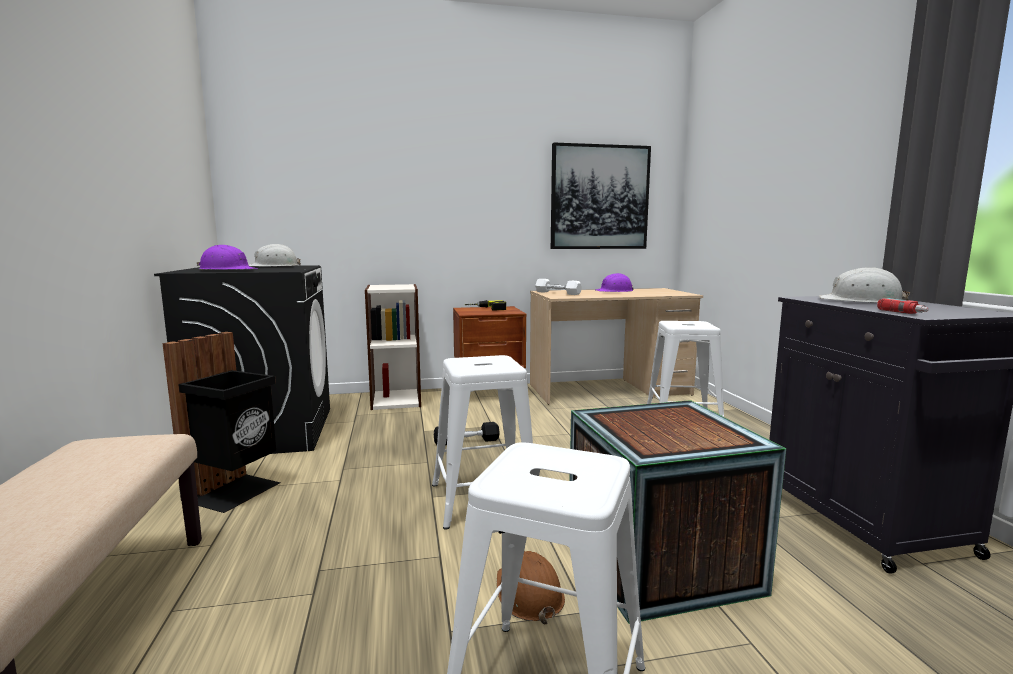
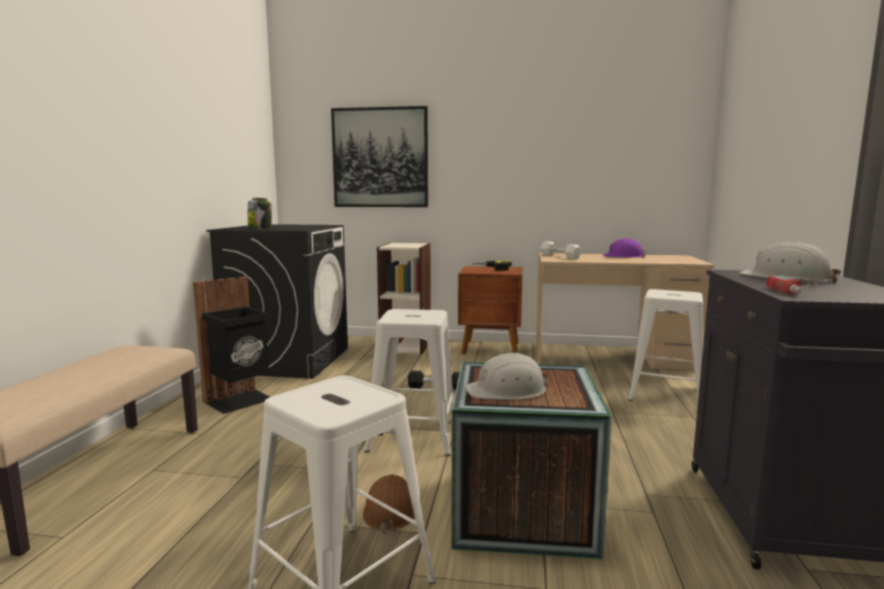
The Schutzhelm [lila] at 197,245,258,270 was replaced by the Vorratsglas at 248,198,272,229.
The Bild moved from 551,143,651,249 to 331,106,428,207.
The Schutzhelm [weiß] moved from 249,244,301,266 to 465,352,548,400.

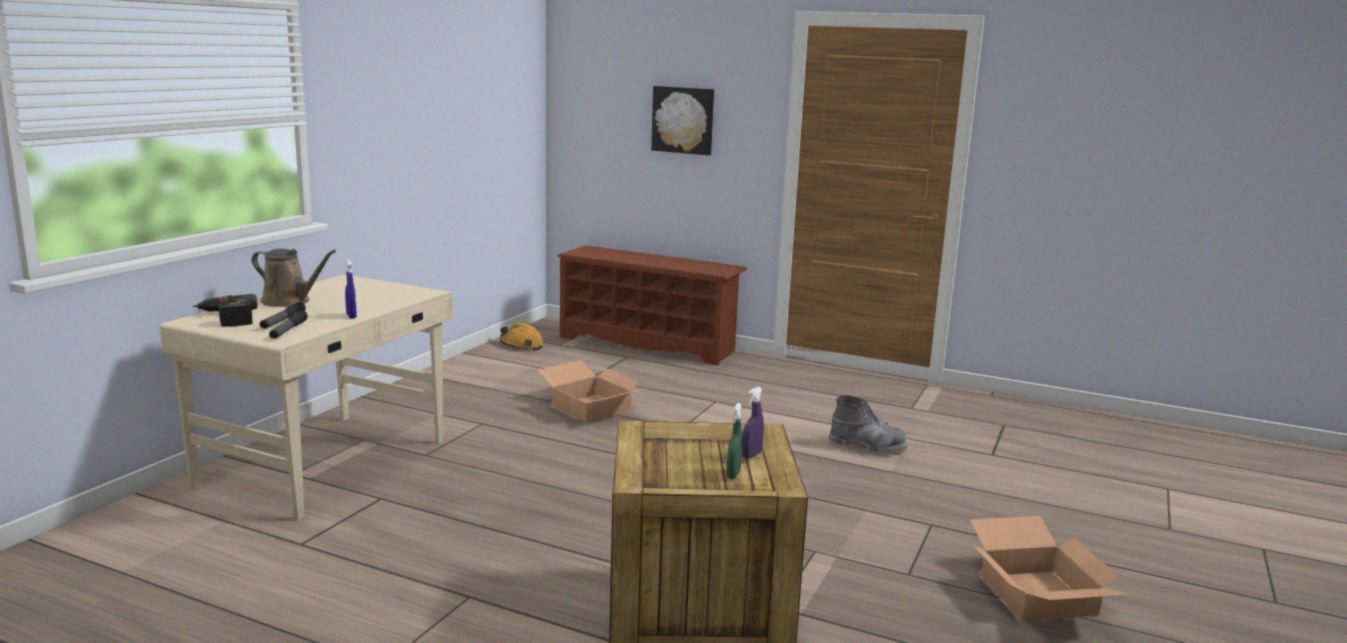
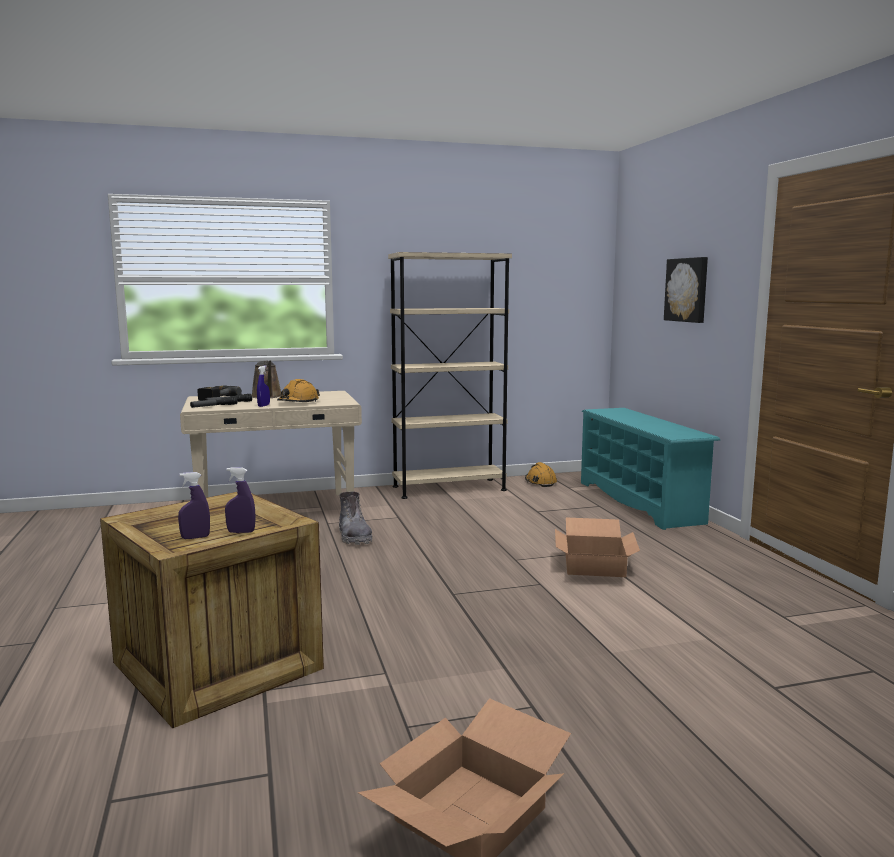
The Sprühflasche [grün] at 727,403,742,479 became the Sprühflasche [lila] at 178,472,210,539.
The Schutzhelm [orange] at 277,379,320,402 appeared.
The Stiefel [grau] moved from 829,395,907,455 to 339,491,372,545.
The Bücherregal [beige] at 388,252,512,499 appeared.
The Karton moved from 538,360,647,423 to 555,517,640,577.
The Schuhregal [braun] at 557,245,747,365 became the Schuhregal [türkis] at 581,408,720,530.

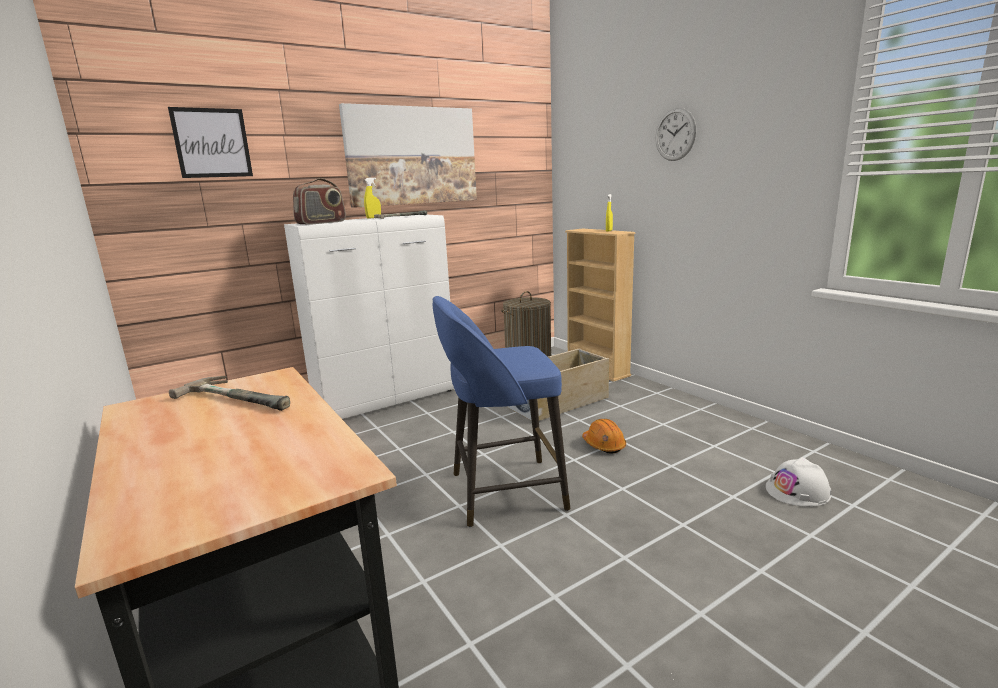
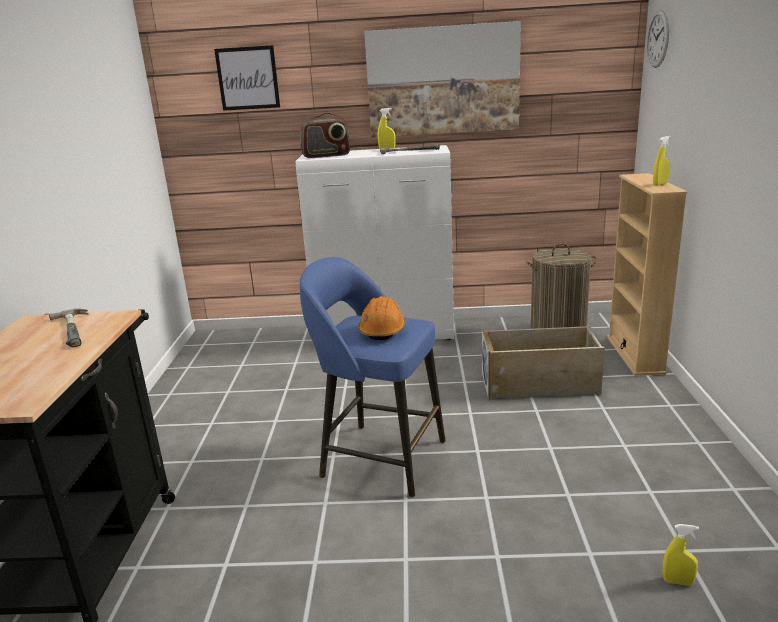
The Schutzhelm [orange] moved from 582,419,626,454 to 358,296,406,340.
The Wanduhr moved from 655,108,697,161 to 647,10,669,68.
The Schutzhelm [weiß] at 766,457,831,507 was replaced by the Sprühflasche [gelb] at 662,524,699,586.

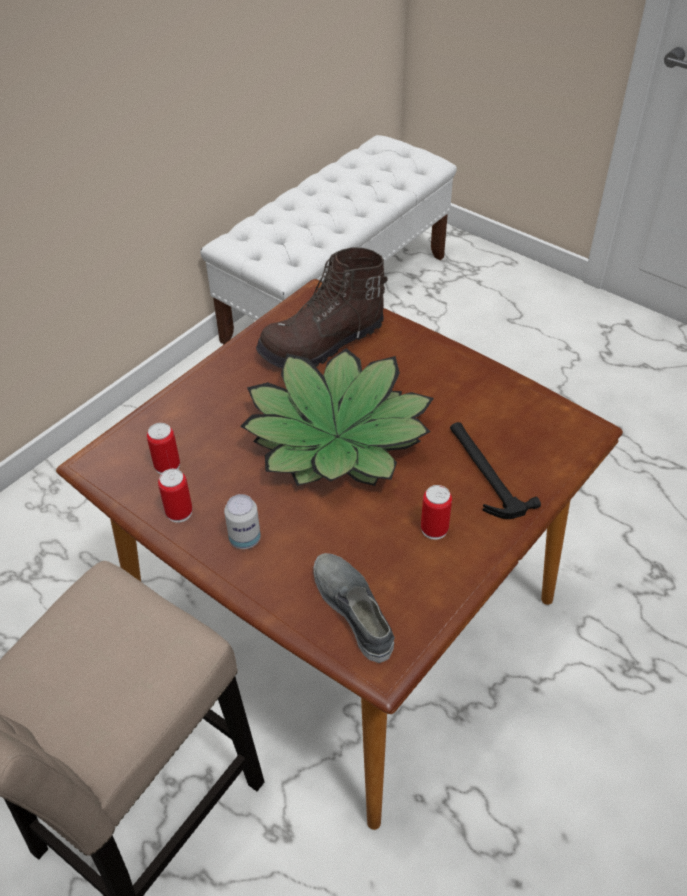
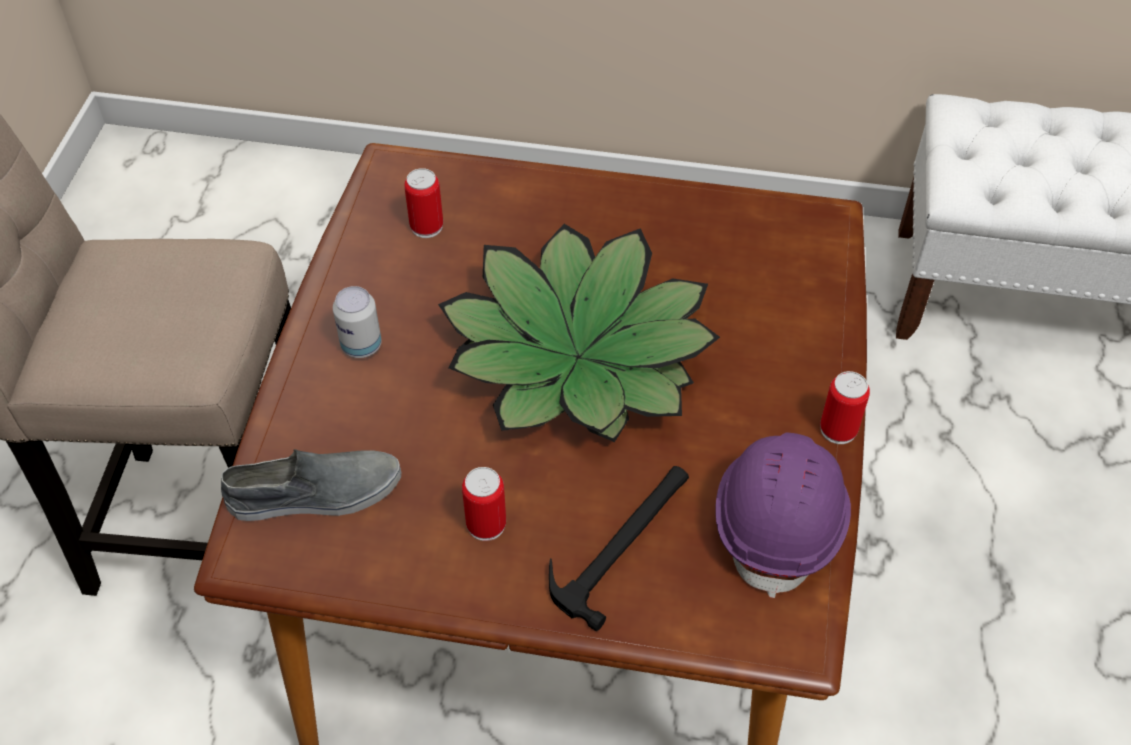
The Schuh [grau] at 313,553,395,663 turned 45 degrees clockwise.
The Schutzhelm [lila] at 715,433,851,598 appeared.
The Dose moved from 158,469,193,523 to 820,371,870,444.
The Stiefel [braun] at 256,247,388,368 disappeared.

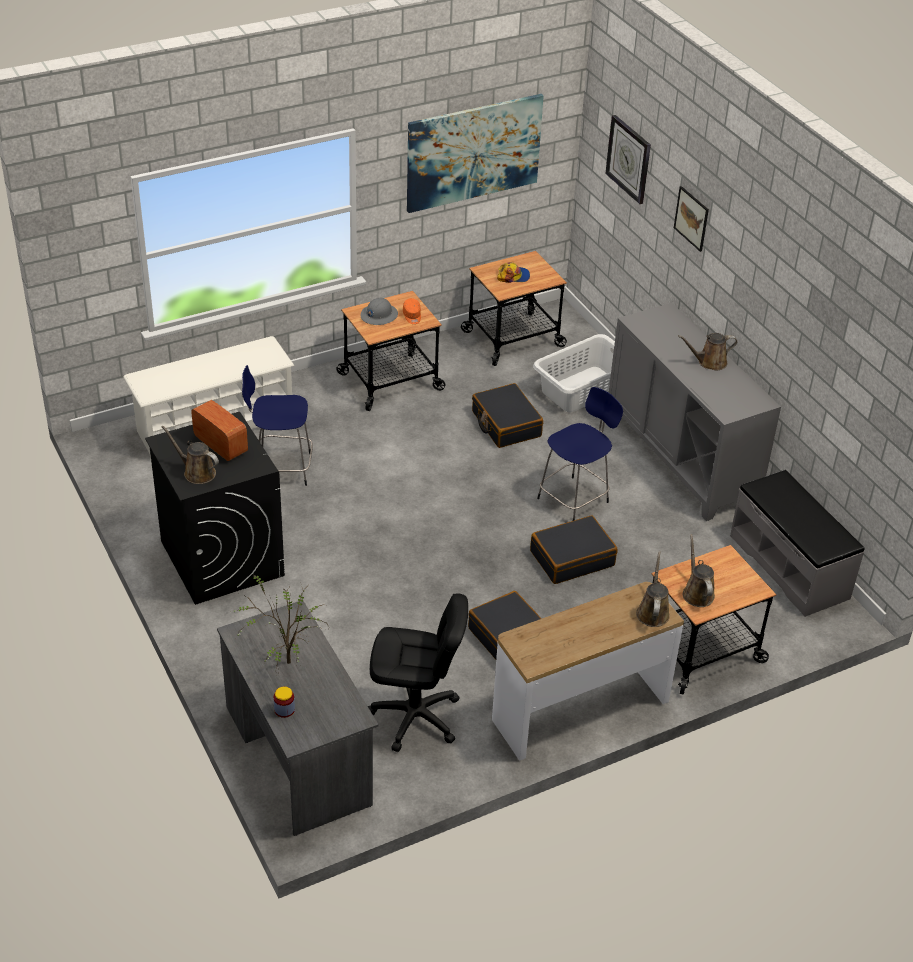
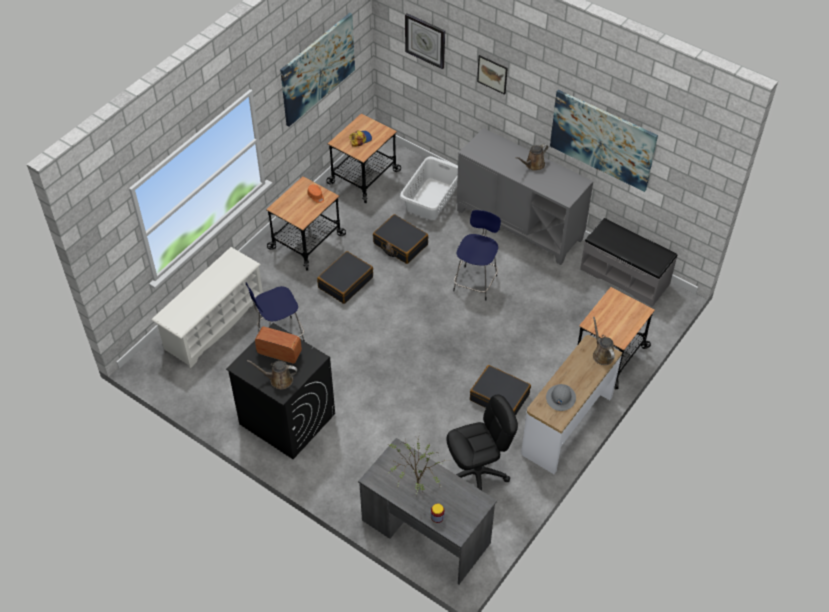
The Koffer [schwarz] moved from 530,515,618,584 to 317,251,373,304.
The Schutzhelm [grau] moved from 361,298,398,325 to 546,384,576,411.
The Bild at 550,90,658,192 appeared.
The Gießkanne [braun] at 683,534,715,607 disappeared.

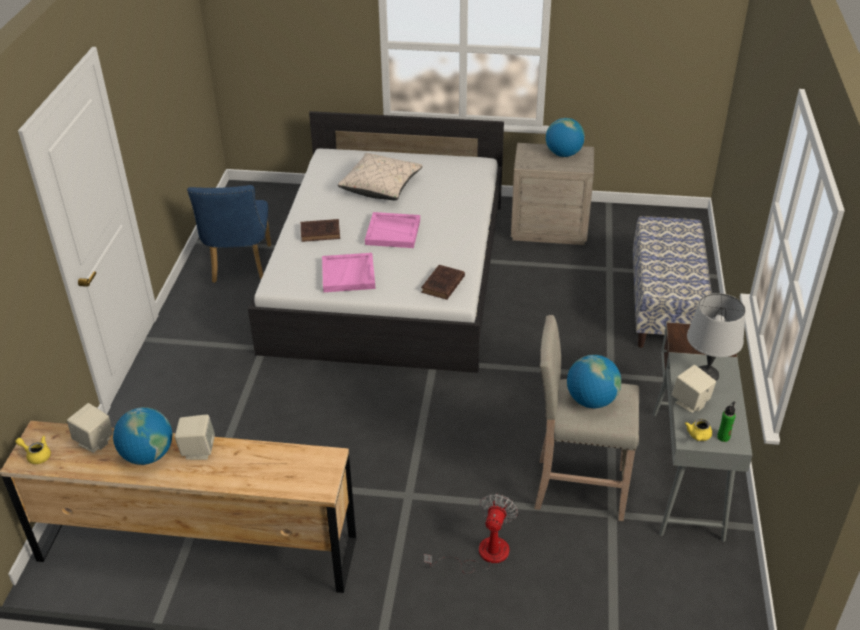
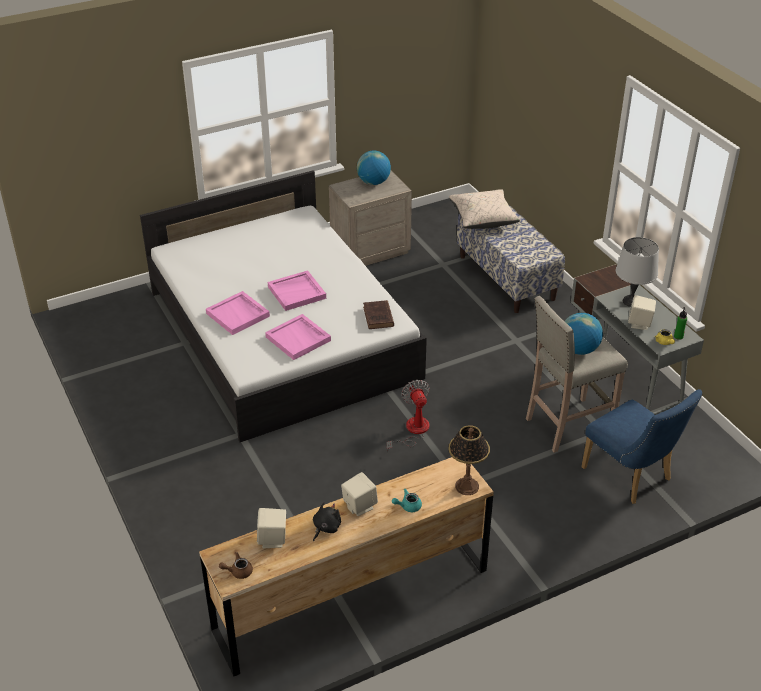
The Buch [braun] at 301,219,340,242 was replaced by the Tablett [rosa] at 206,291,270,335.
The Teekanne [gelb] at 15,436,51,464 became the Teekanne [braun] at 219,553,253,579.
The Globus at 113,407,172,465 was replaced by the Plüschtier [schwarz] at 313,502,341,541.
The Ventilator moved from 424,494,518,574 to 386,380,430,453.
The Teekanne [türkis] at 392,488,422,512 appeared.
The Kissen [beige] moved from 338,153,423,200 to 449,189,520,229.
The Tischlampe at 449,425,490,495 appeared.
The Stuhl [blau] moved from 187,185,271,283 to 581,389,703,504.

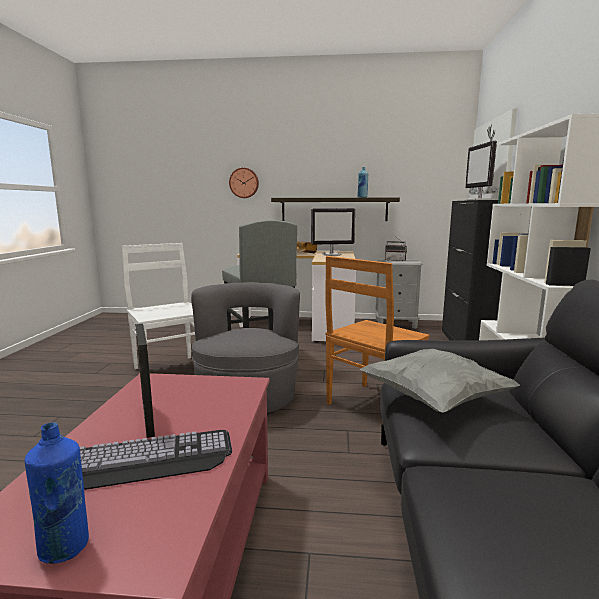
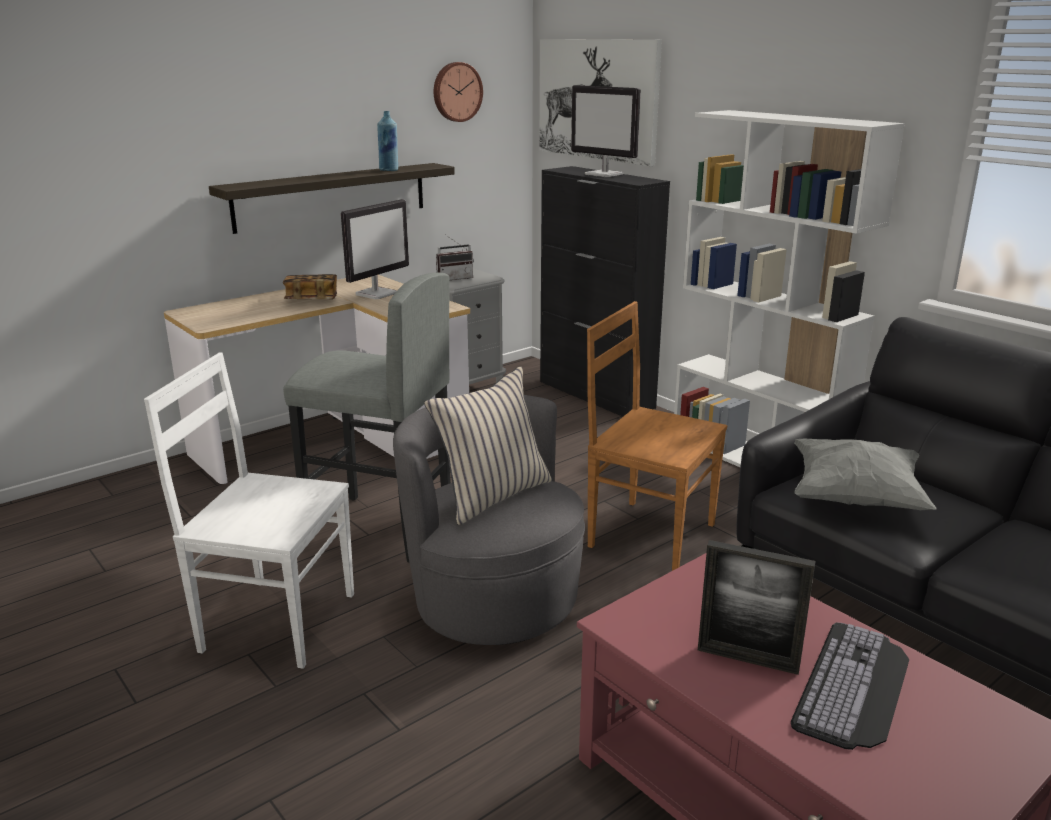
The Kissen [beige] at 424,367,552,525 appeared.
The Wanduhr moved from 229,168,259,198 to 434,62,483,122.
The Stuhl [braun] at 325,256,429,405 turned 120 degrees clockwise.
The Flasche [blau] at 25,422,89,564 disappeared.

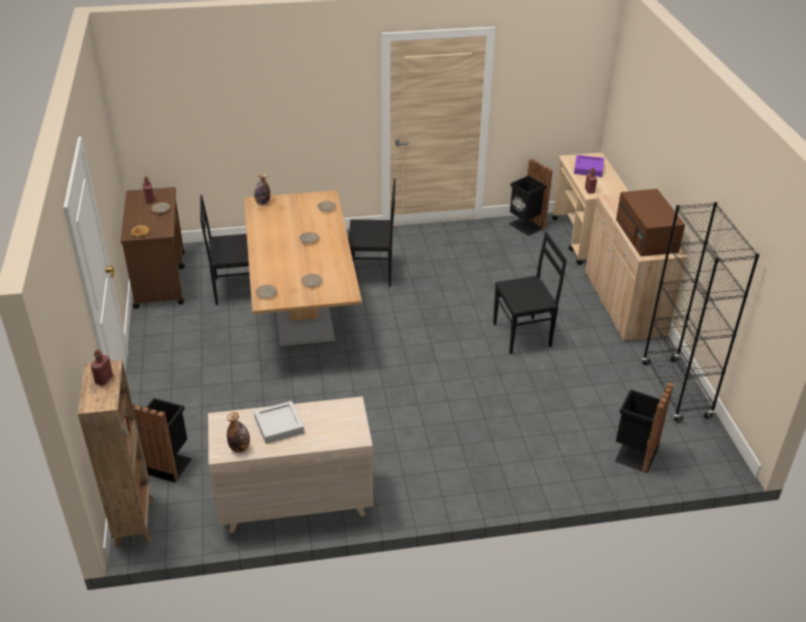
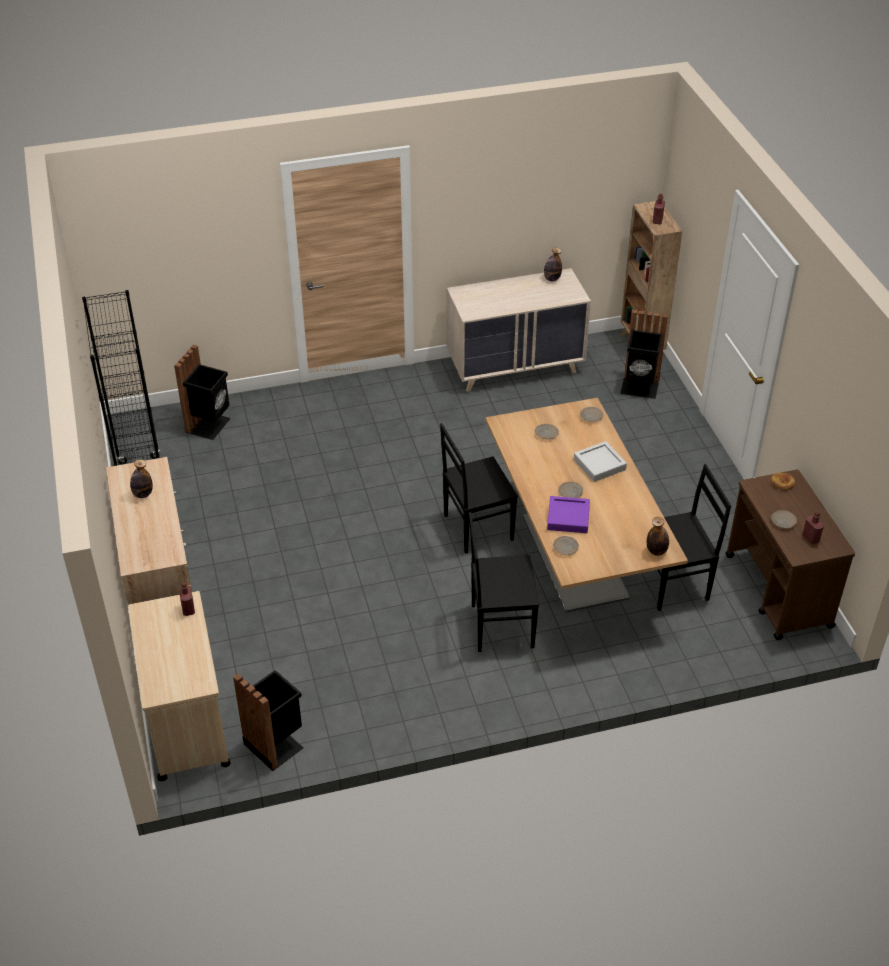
The Mikrowelle [braun] at 616,189,685,257 was replaced by the Flasche at 130,459,153,498.
The Stuhl [schwarz] moved from 493,232,567,354 to 440,423,518,554.
The Tablett [lila] moved from 574,155,604,177 to 547,496,590,533.
The Tablett [grau] moved from 254,401,304,444 to 574,441,627,482.

